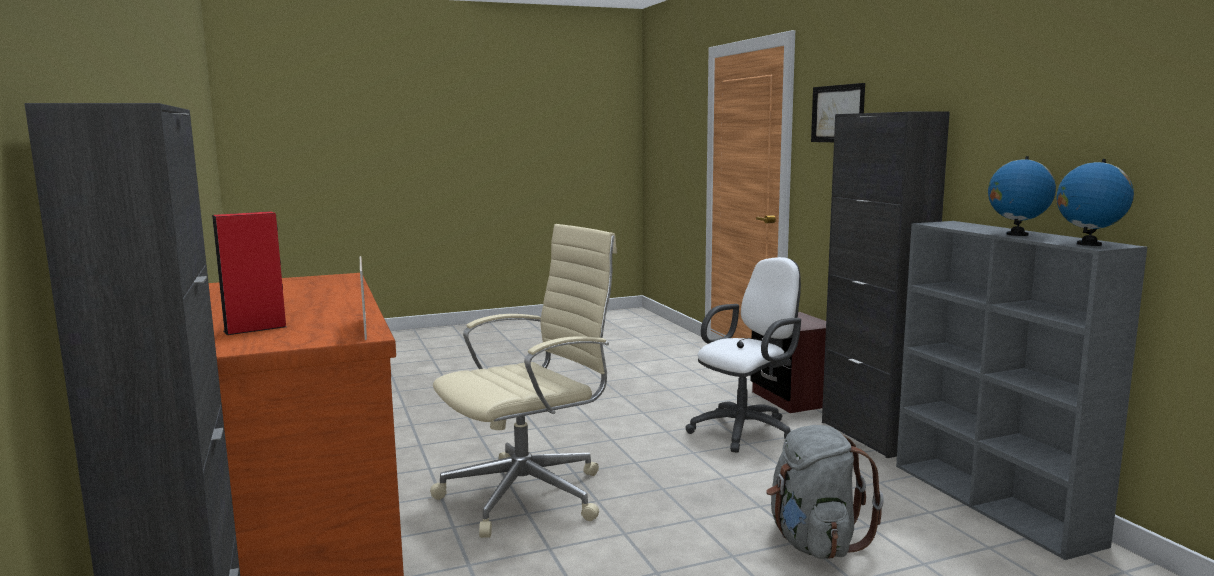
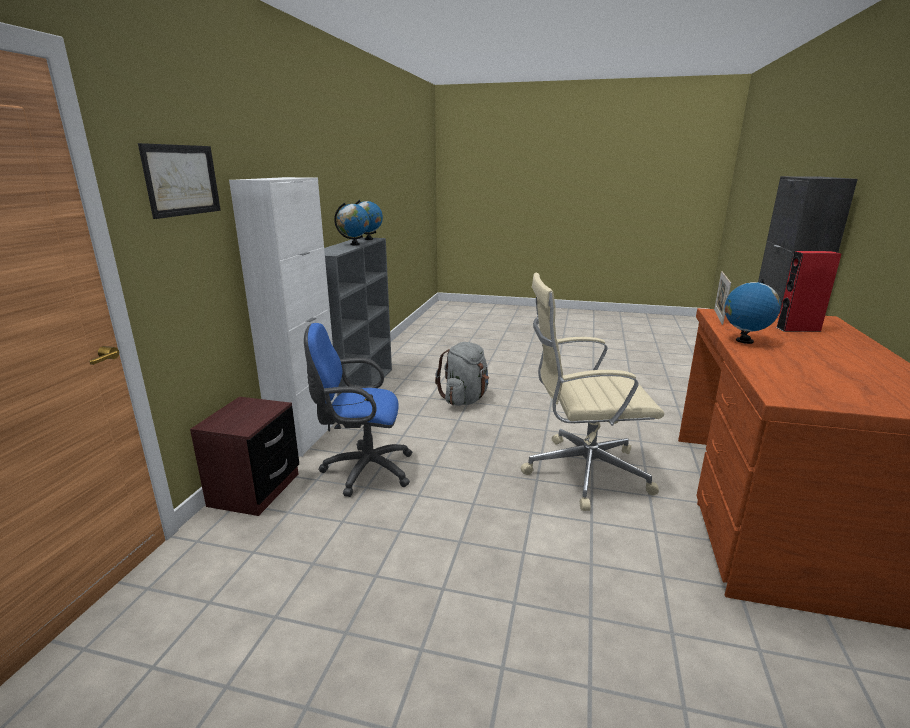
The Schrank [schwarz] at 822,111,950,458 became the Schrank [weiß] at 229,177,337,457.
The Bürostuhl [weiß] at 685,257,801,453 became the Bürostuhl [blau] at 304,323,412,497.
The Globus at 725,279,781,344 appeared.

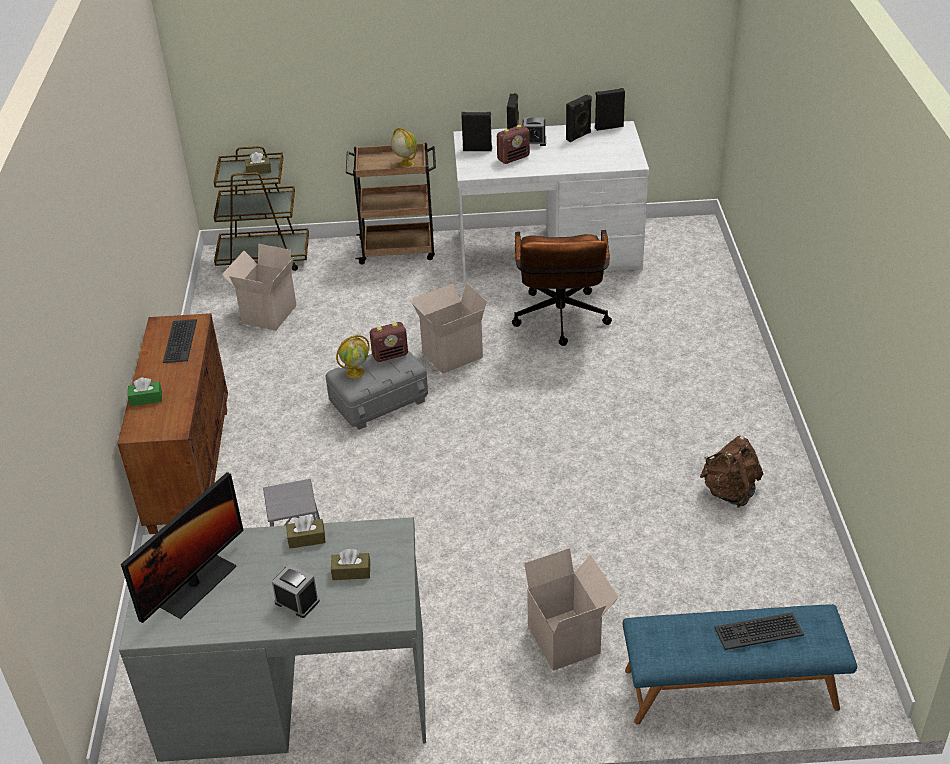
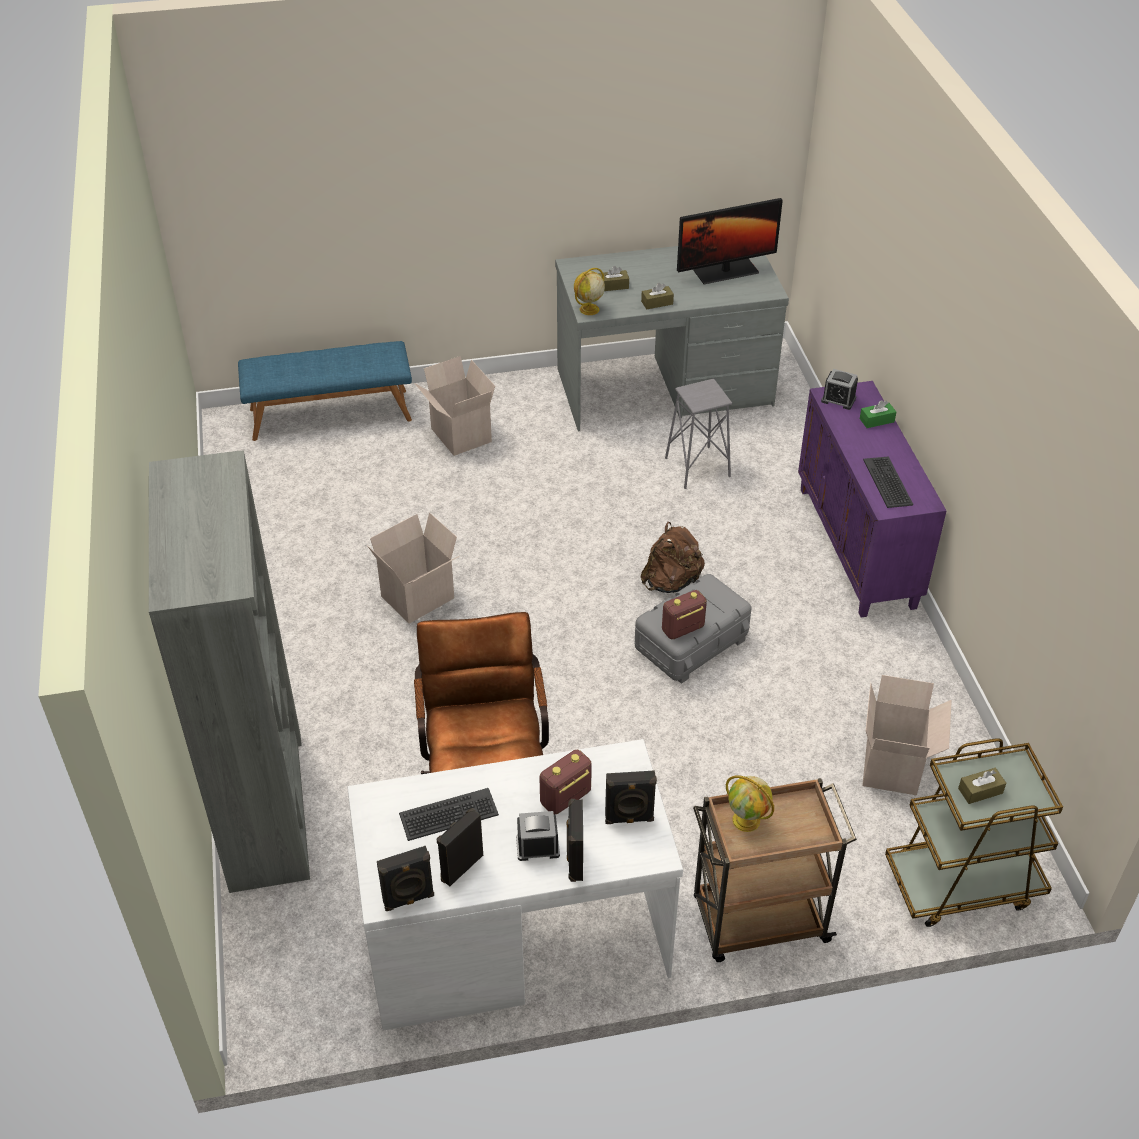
The Bücherregal [grau] at 149,450,310,893 appeared.
The Karton moved from 412,282,487,374 to 367,513,460,624.
The Tastatur moved from 714,612,804,650 to 399,788,499,841.
The Globus moved from 336,335,369,379 to 574,268,605,315.
The Rucksack [braun] moved from 700,436,763,508 to 641,522,705,593.
The Monitor at 121,472,243,623 turned 135 degrees counterclockwise.
The Schrank [braun] at 117,313,228,534 became the Schrank [lila] at 798,381,947,618.
The Wecker moved from 272,564,320,618 to 821,369,858,410.

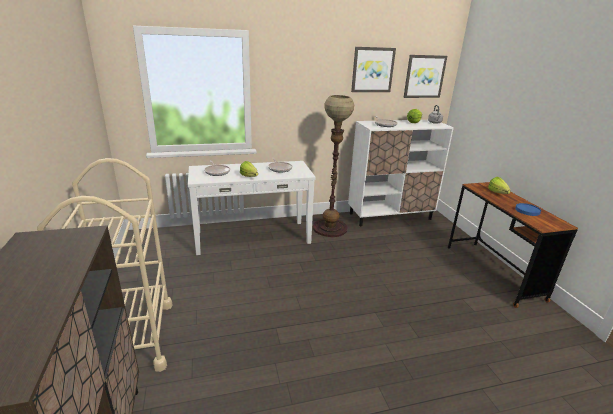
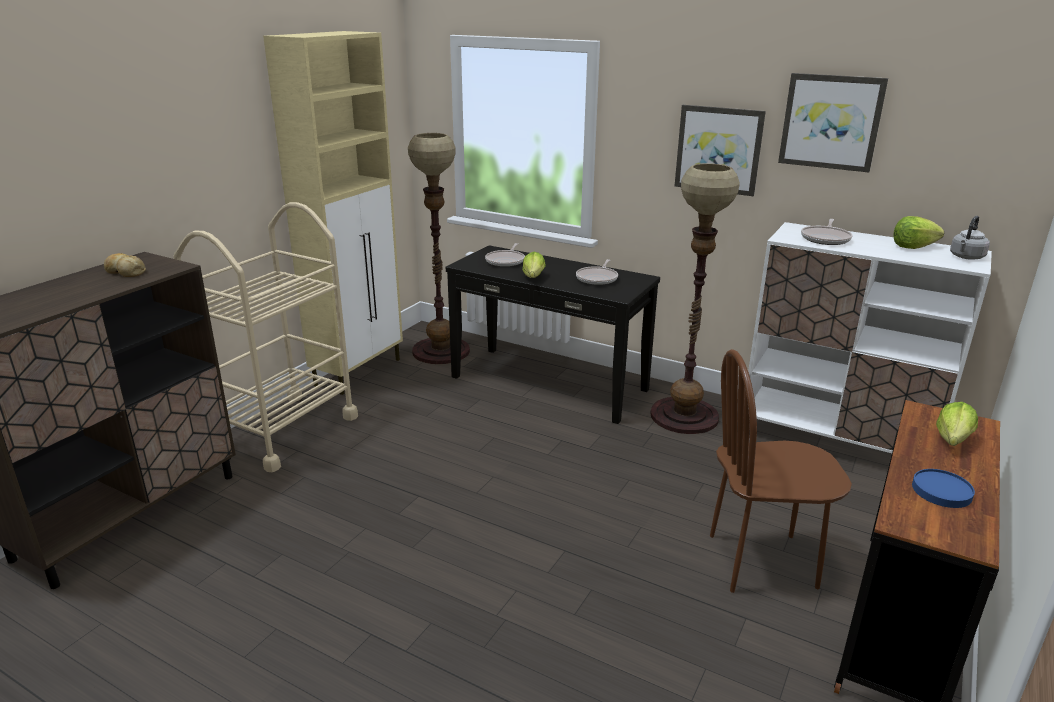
The Brot at 104,253,146,277 appeared.
The Schrank [beige] at 263,31,403,395 appeared.
The Stehlampe at 408,133,470,364 appeared.
The Konsolentisch [weiß] at 188,161,316,255 became the Konsolentisch [schwarz] at 446,245,660,424.
The Bild moved from 403,55,447,98 to 675,105,766,196.
The Stuhl [braun] at 710,349,852,593 appeared.

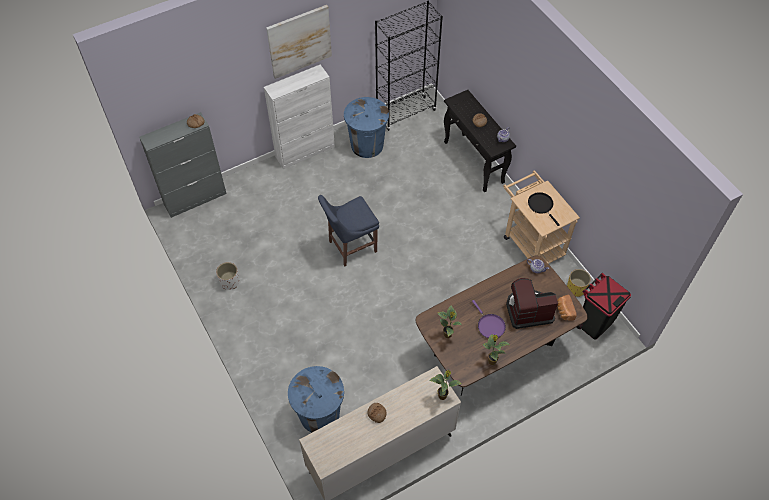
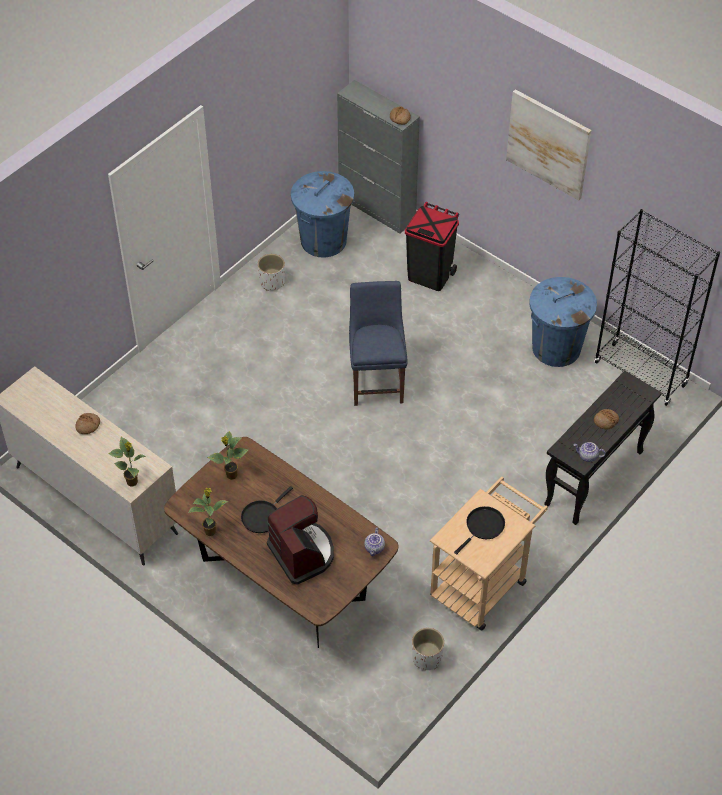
The Pfanne [lila] at 472,300,506,338 became the Pfanne [schwarz] at 241,486,293,533.
The Mülleimer [blau] moved from 288,366,344,433 to 291,171,354,258.
The Stuhl [blau] at 318,195,379,266 turned 45 degrees clockwise.
The Mülleimer [schwarz] moved from 576,273,631,340 to 405,202,459,291.
The Pflanzkübel [gelb] at 567,269,591,297 became the Pflanzkübel [weiß] at 412,628,444,670.
The Schrank [weiß] at 264,65,335,169 disappeared.
The Brot at 557,295,577,321 disappeared.

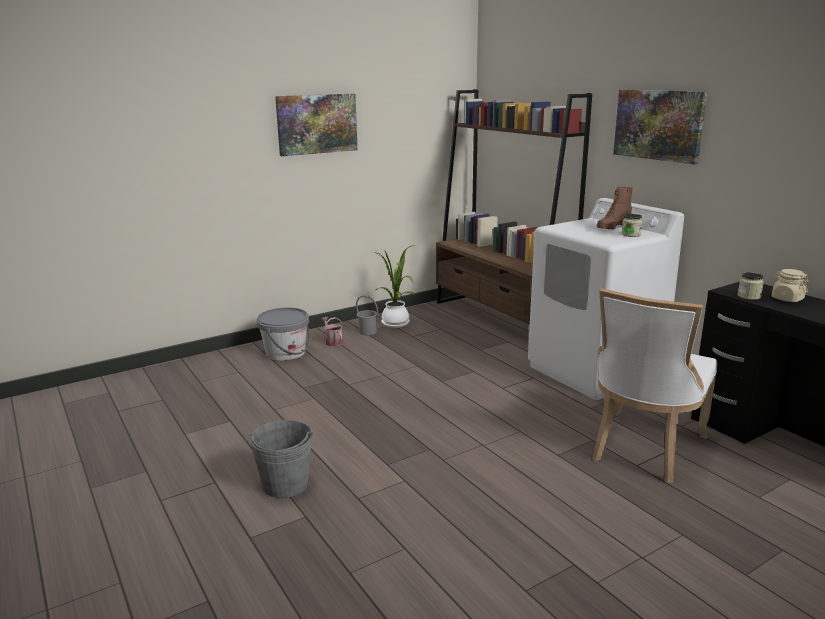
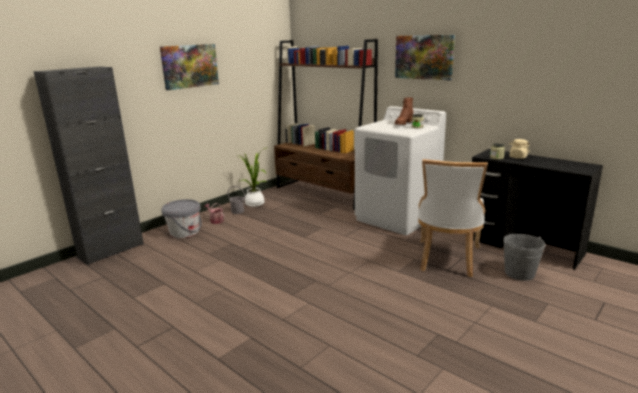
The Schrank [schwarz] at 33,66,144,265 appeared.
The Eimer [grau] moved from 249,420,313,498 to 503,234,546,281.

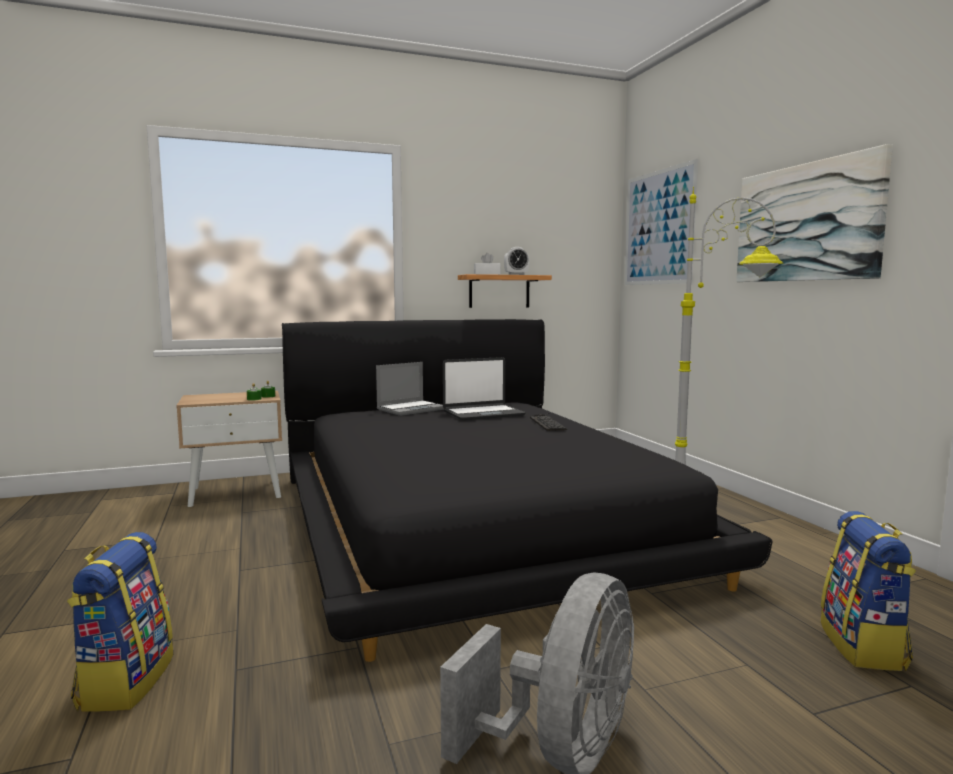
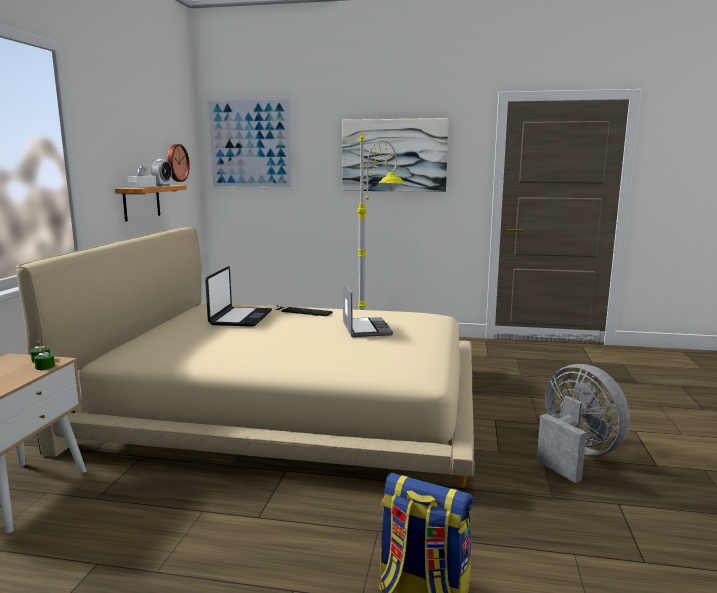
The Bett [schwarz] at 282,319,772,662 became the Bett [beige] at 16,227,475,487.
The Wanduhr at 167,144,190,182 appeared.
The Laptop moved from 376,362,444,416 to 343,281,393,337.
The Rucksack at 821,511,916,671 disappeared.

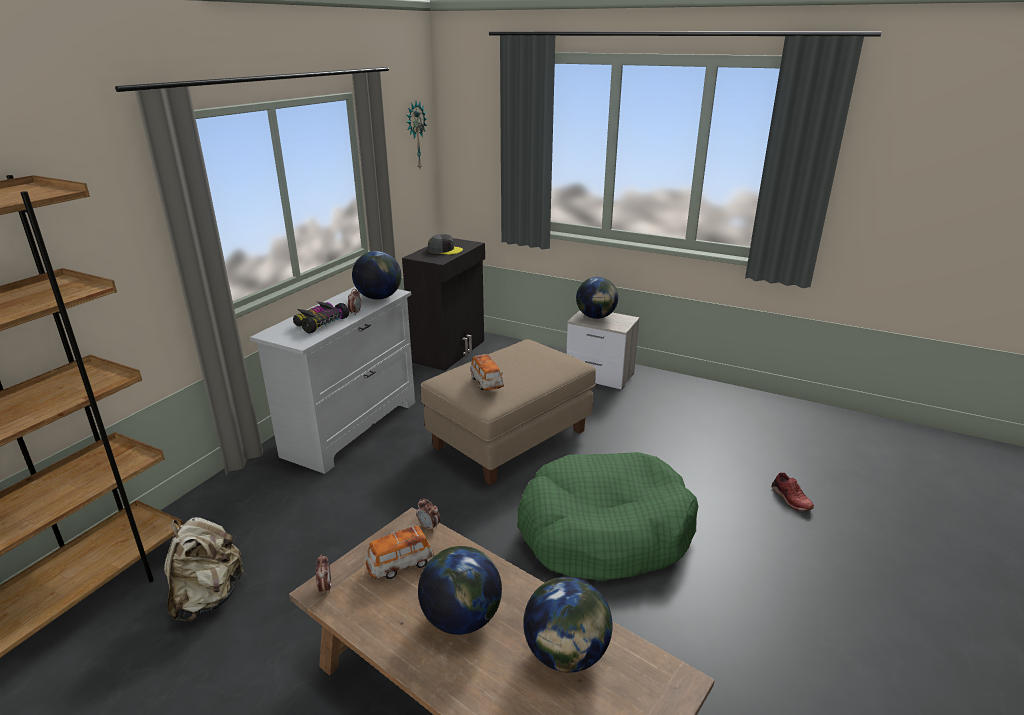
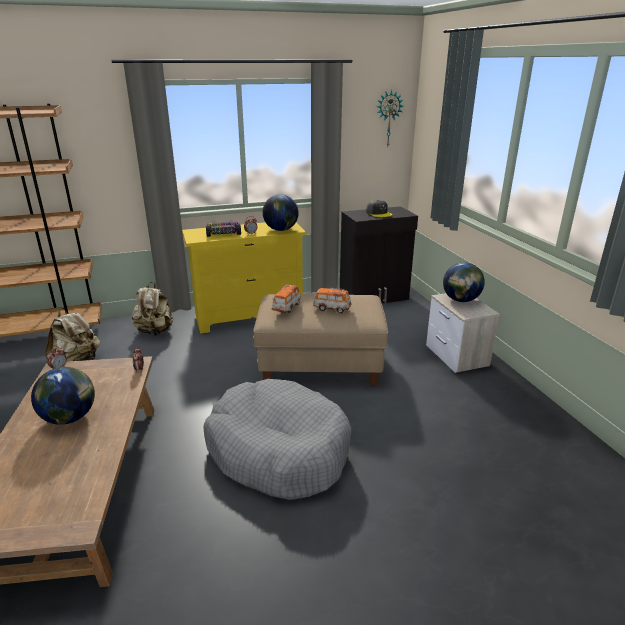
The Rucksack [beige] at 132,282,173,336 appeared.
The Kommode [weiß] at 250,287,415,474 became the Kommode [gelb] at 182,222,306,334.
The Hundebett [grün] at 517,452,698,581 became the Hundebett [grau] at 203,379,352,500.
The Spielzeugauto moved from 365,525,434,579 to 313,288,352,313.
The Globus at 523,577,613,672 disappeared.
The Schuh [rot] at 772,473,814,511 disappeared.

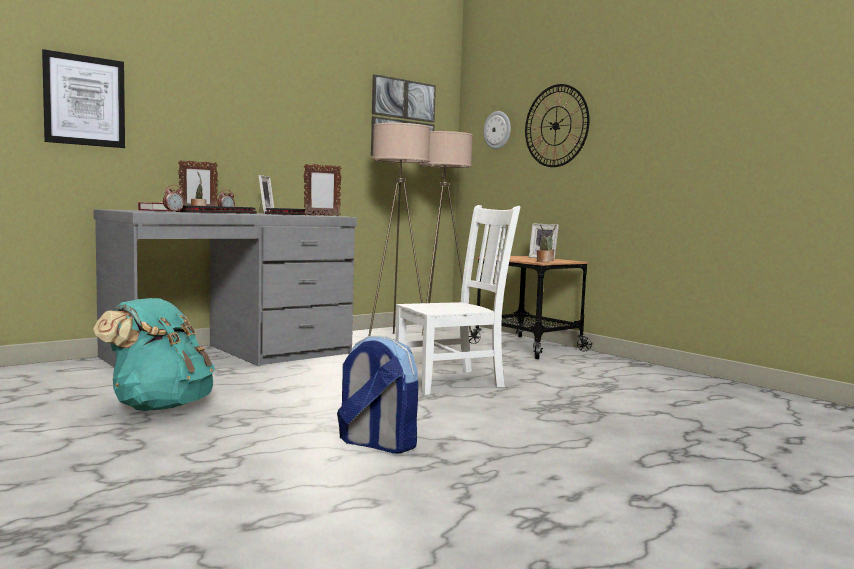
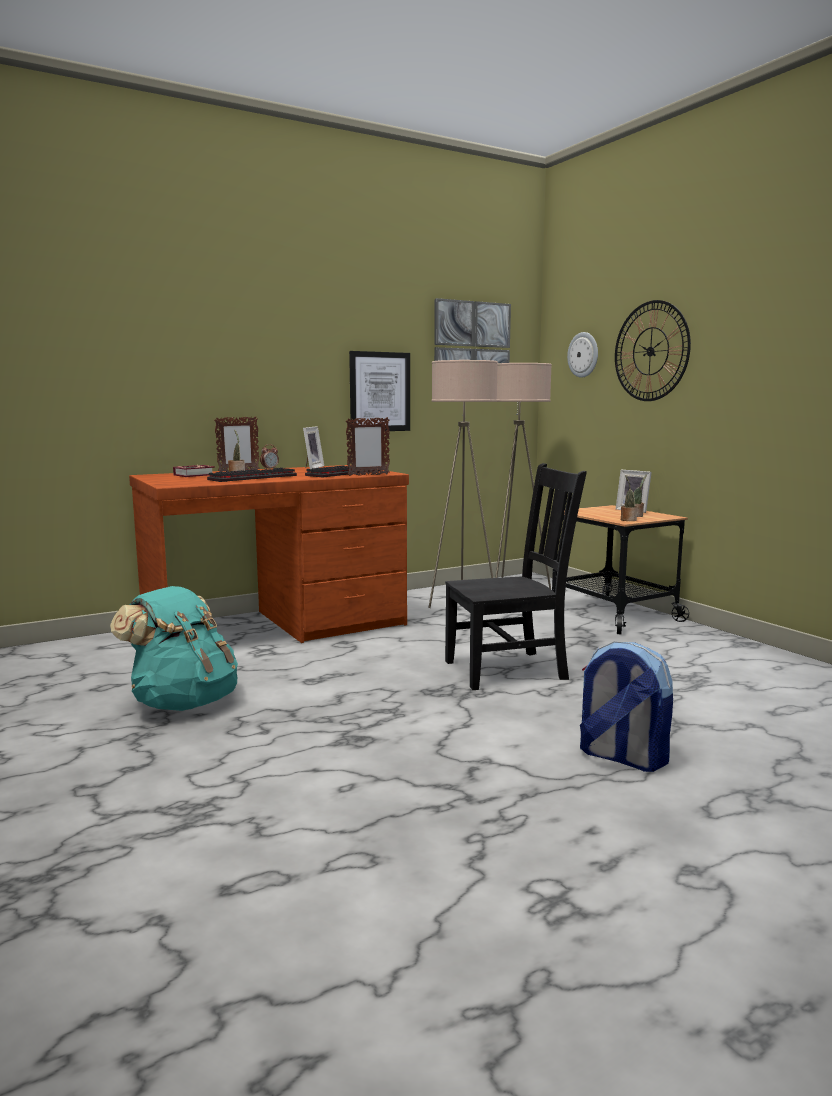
The Schreibtisch [grau] at 93,209,357,367 became the Schreibtisch [braun] at 129,465,409,643.
The Bild moved from 42,49,125,148 to 349,351,410,431.
The Stuhl [weiß] at 396,205,521,395 became the Stuhl [schwarz] at 445,463,587,690.
The Rucksack moved from 337,336,418,454 to 580,642,673,772.
The Wecker at 163,185,184,213 disappeared.

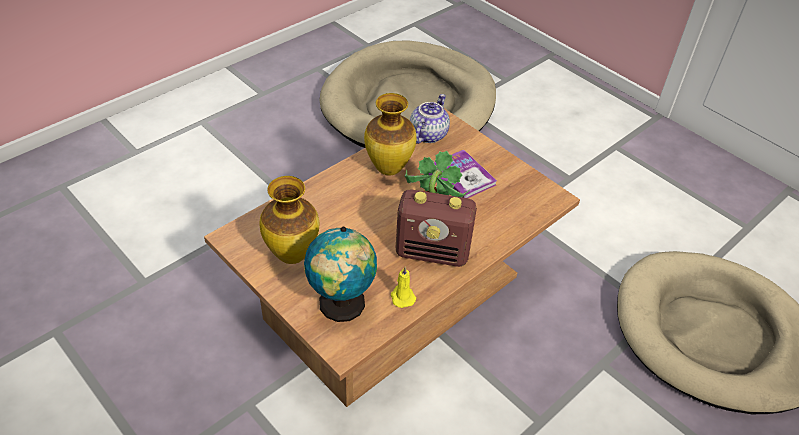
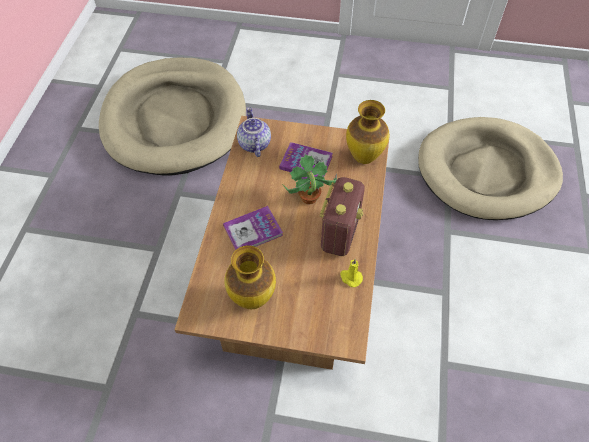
The Buch at 223,206,283,250 appeared.
The Radio at 396,189,477,267 turned 45 degrees counterclockwise.
The Vase moved from 364,93,417,175 to 346,100,389,164.
The Globus at 304,227,377,322 disappeared.

